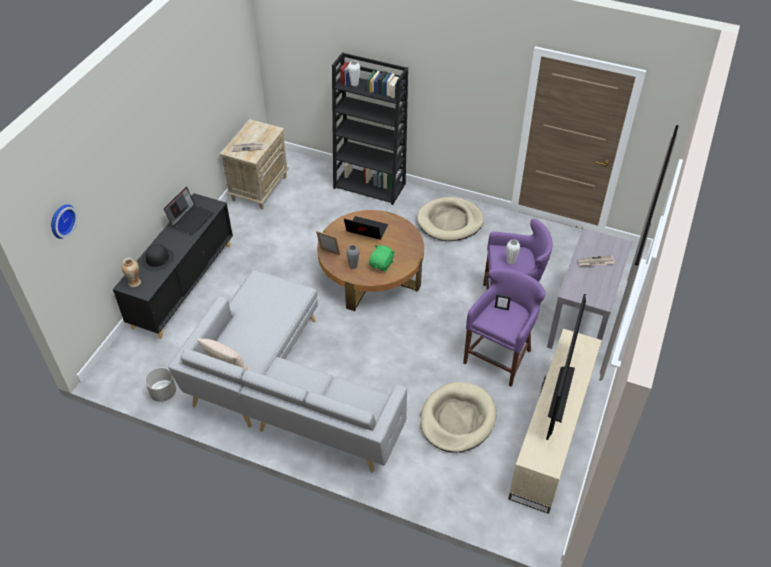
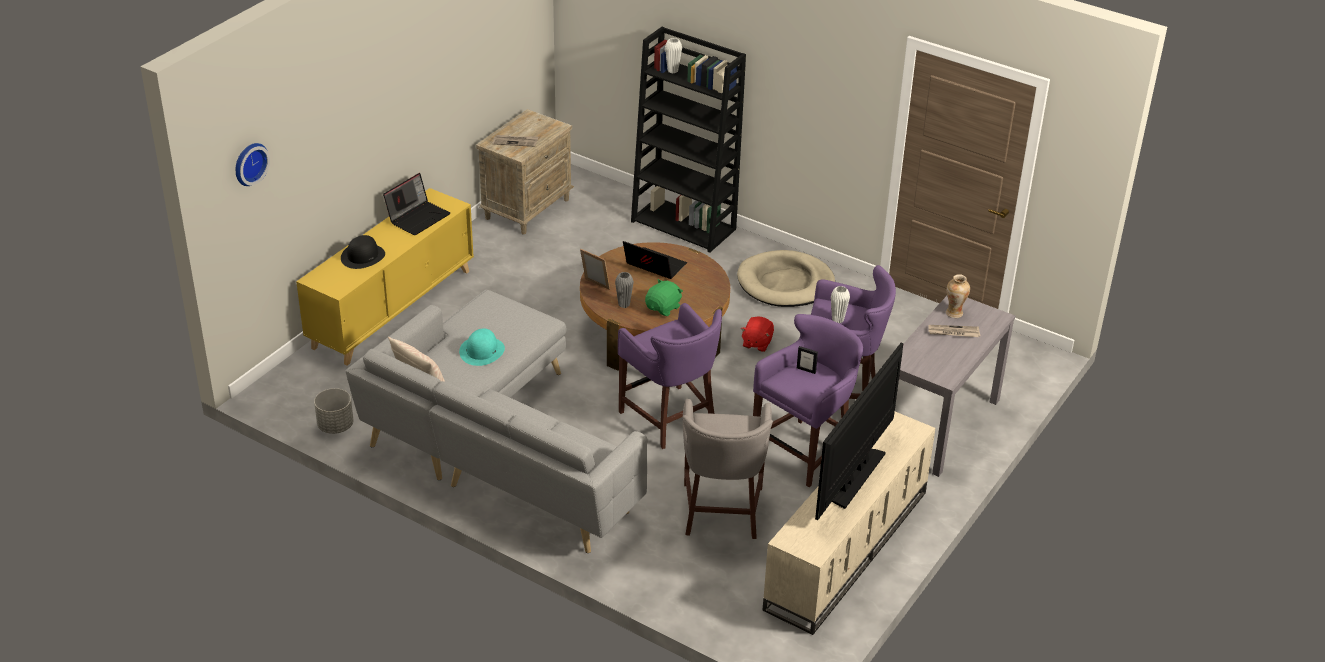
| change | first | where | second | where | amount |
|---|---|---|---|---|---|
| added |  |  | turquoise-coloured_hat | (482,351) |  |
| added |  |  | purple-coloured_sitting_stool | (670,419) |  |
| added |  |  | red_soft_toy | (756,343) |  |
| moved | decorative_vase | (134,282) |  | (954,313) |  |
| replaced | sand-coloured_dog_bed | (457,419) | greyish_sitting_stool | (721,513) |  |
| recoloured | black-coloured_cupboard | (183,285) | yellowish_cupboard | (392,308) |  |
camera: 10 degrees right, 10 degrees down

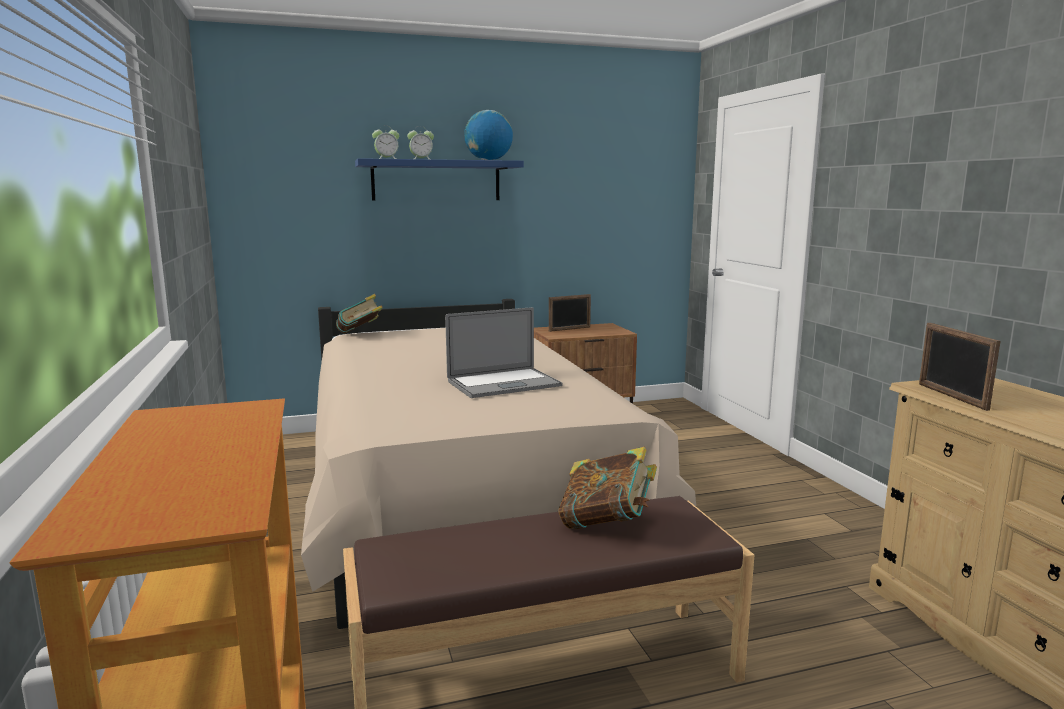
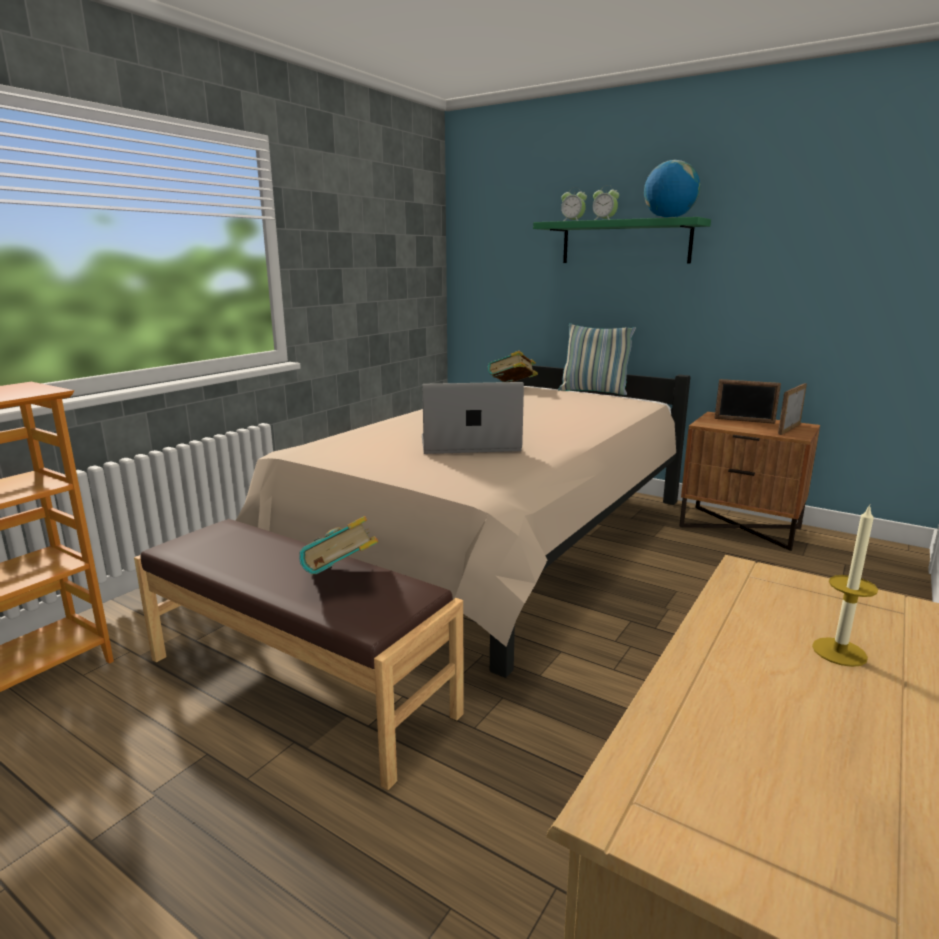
| change | first | where | second | where | amount |
|---|---|---|---|---|---|
| added |  |  | pillow | (593,392) |  |
| added |  |  | wax_light | (839,652) |  |
| moved | photo_frame | (951,396) |  | (789,429) |  |
| recoloured | bluish_wall_shelf | (436,181) | green_wall_shelf | (625,242) |  |
| turned | notebook_computer | (503,384) |  | (469,444) | 150 degrees clockwise |
camera: 50 degrees right, 5 degrees up

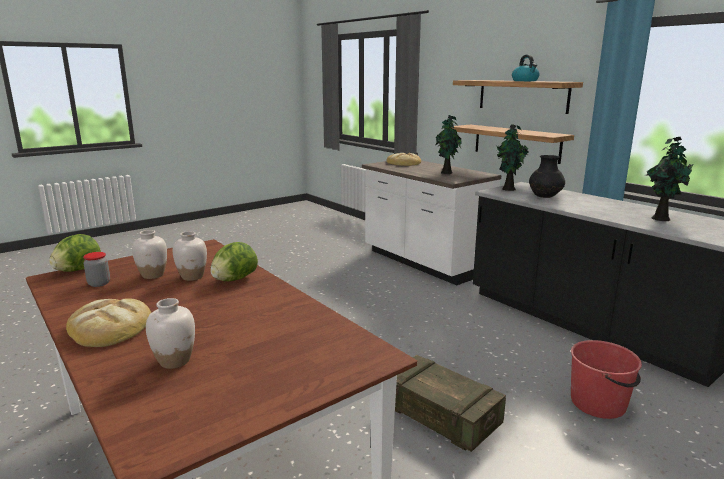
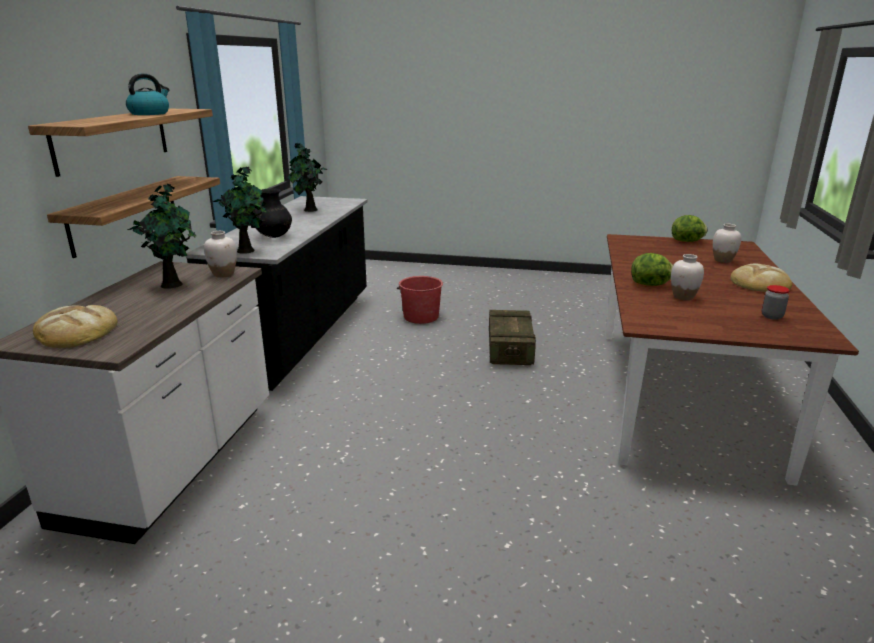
| change | first | where | second | where | amount |
|---|---|---|---|---|---|
| moved | head_of_lettuce | (78,270) |  | (687,241) |  |
| moved | white_decorative_vase | (153,275) |  | (224,274) |  |
camera: 130 degrees left, 5 degrees up

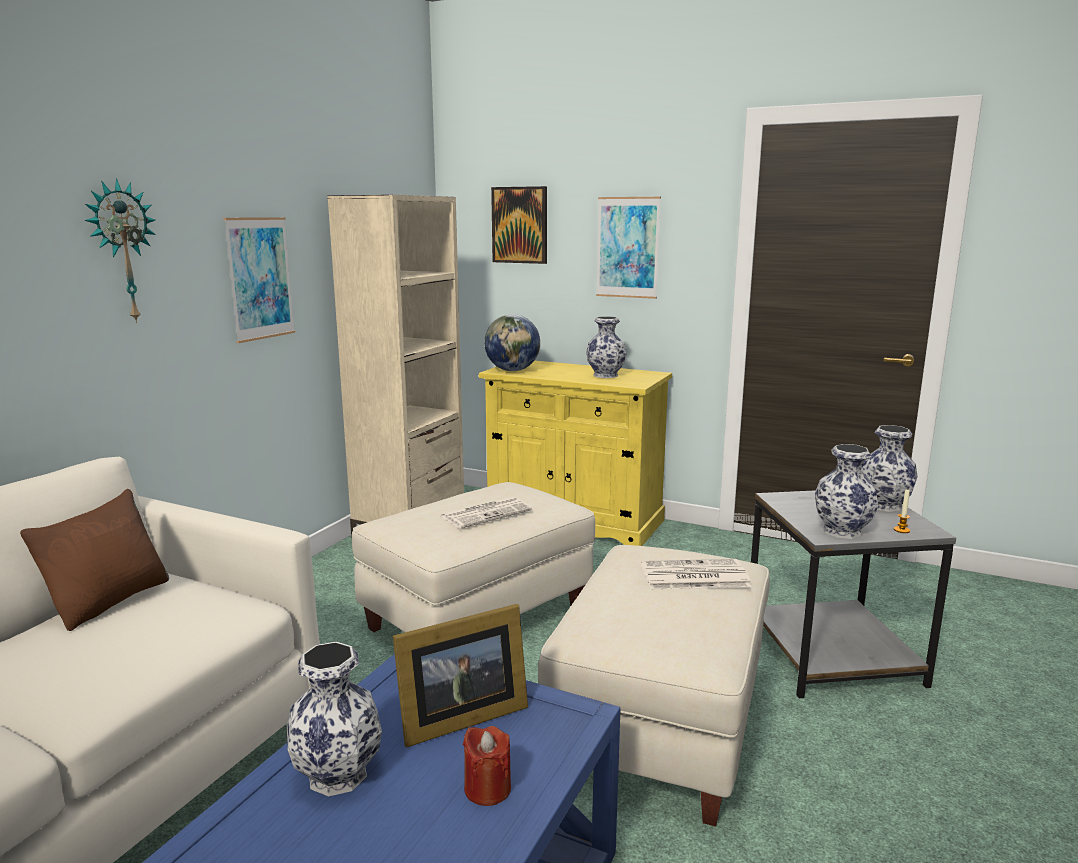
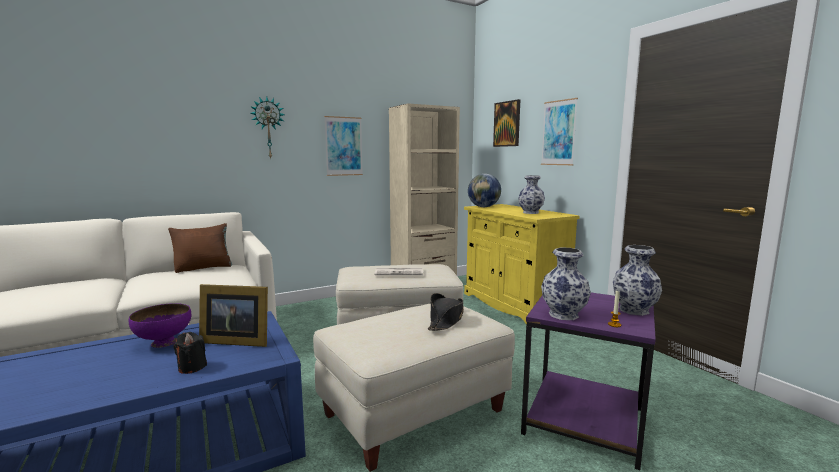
| change | first | where | second | where | amount |
|---|---|---|---|---|---|
| replaced | decorative_vase | (336,775) | purple-coloured_serving_bowl | (163,343) |  |
| replaced | printed_paper | (693,576) | black-coloured_hat | (446,320) |  |
| recoloured | red_wax_light | (487,789) | black-coloured_wax_light | (192,367) |  |
| recoloured | greyish_accent_table | (832,654) | purple-coloured_accent_table | (585,420) |  |
camera: 35 degrees right, 5 degrees down

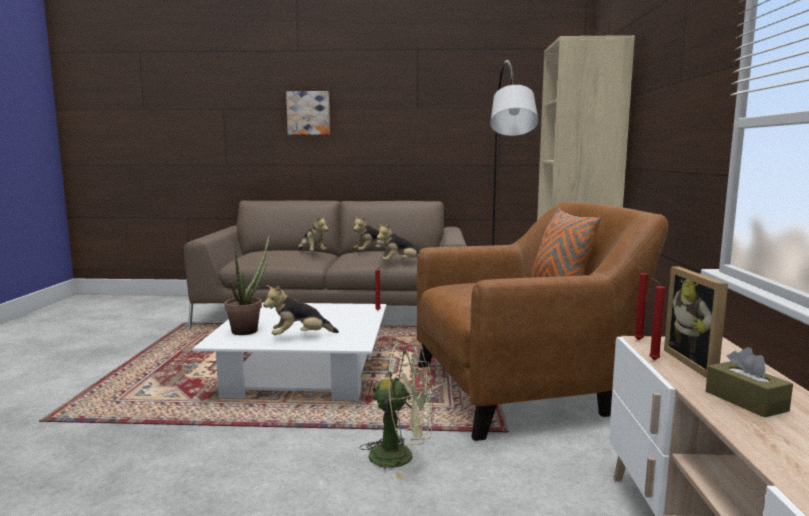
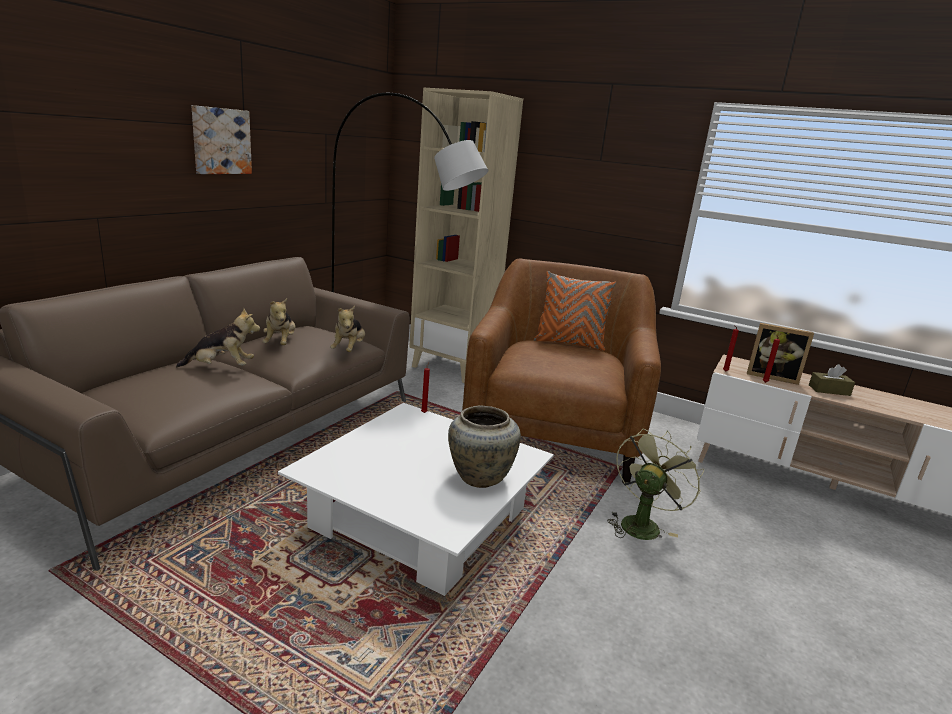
| change | first | where | second | where | amount |
|---|---|---|---|---|---|
| removed | houseplant | (248,329) |  |  |  |
| moved | wall_art | (308,113) |  | (220,141) |  |
| replaced | soft_toy | (300,337) | sand-coloured_decorative_vase | (479,476) |  |
camera: 65 degrees left, 10 degrees up

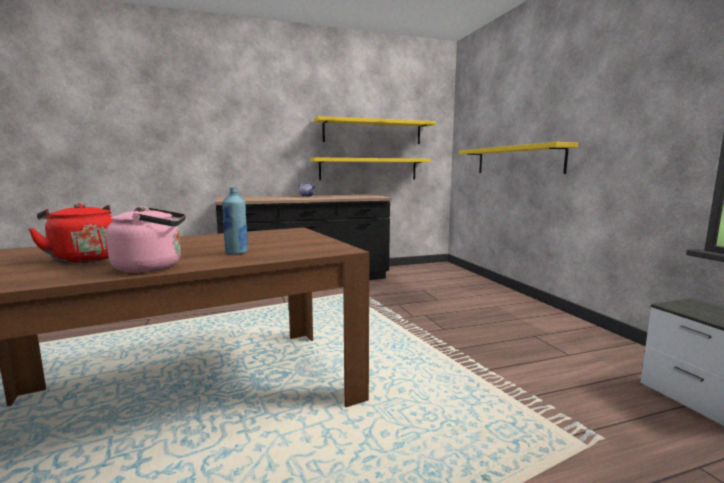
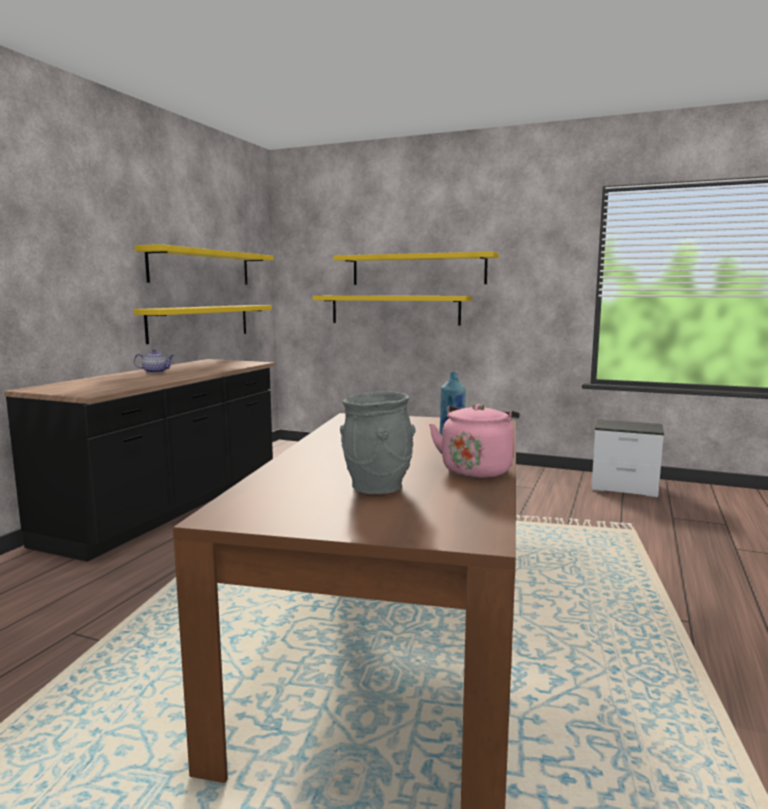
| change | first | where | second | where | amount |
|---|---|---|---|---|---|
| added |  |  | yellowish_wall_shelf | (418,269) |  |
| replaced | red_tea_kettle | (84,259) | greyish_decorative_vase | (378,487) |  |
camera: 50 degrees left, 0 degrees up

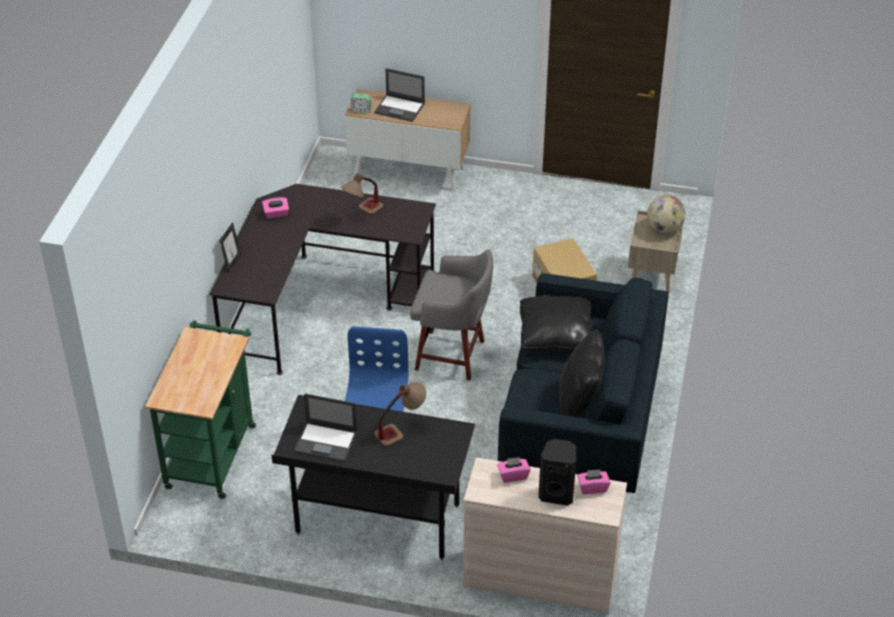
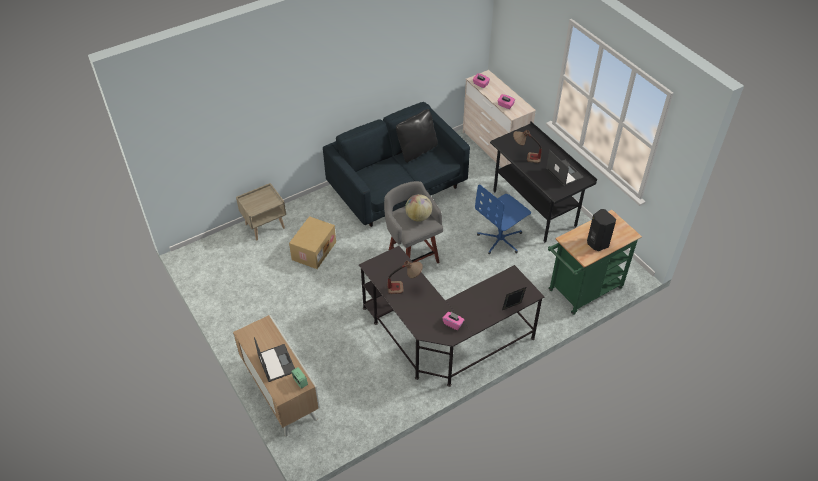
| change | first | where | second | where | amount |
|---|---|---|---|---|---|
| removed | black-coloured_pillow | (555,334) |  |  |  |
| moved | black-coloured_loudspeaker | (557,493) |  | (597,244) |  |
| moved | world_globe | (664,228) |  | (418,217) |  |
camera: 135 degrees left, 5 degrees up

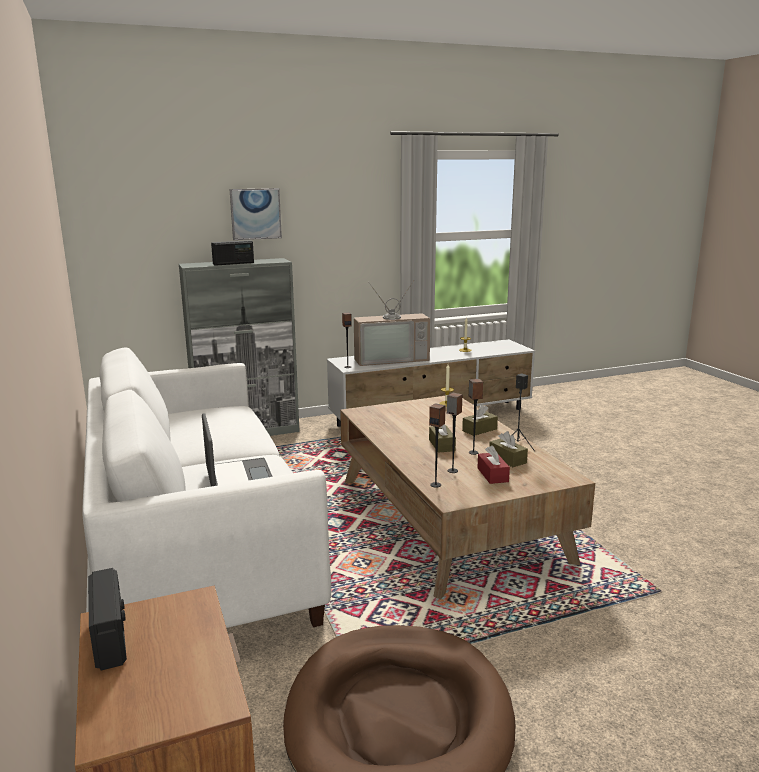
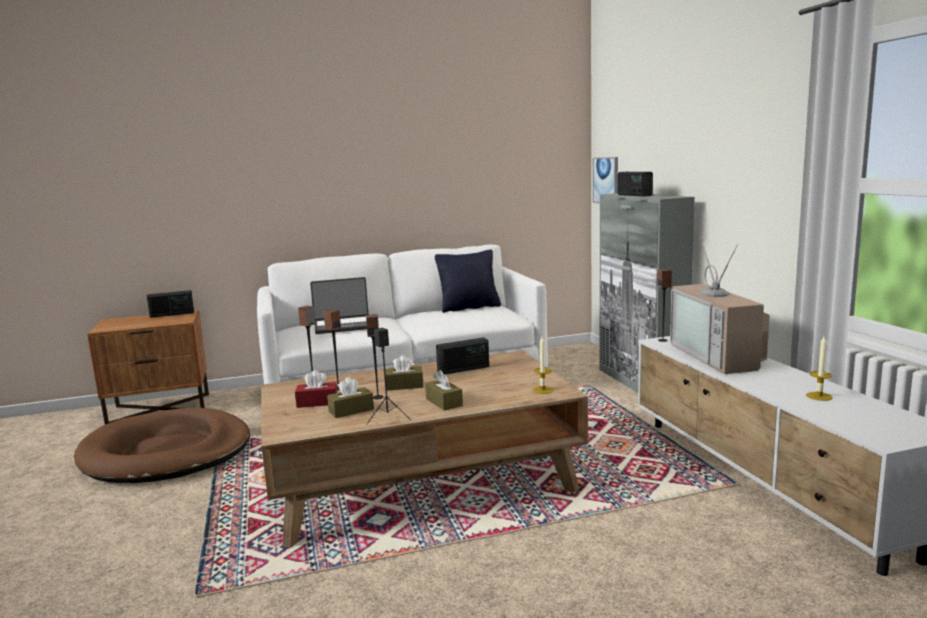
| change | first | where | second | where | amount |
|---|---|---|---|---|---|
| added |  |  | black-coloured_pillow | (469,308) |  |
| added |  |  | radio_set | (463,369) |  |
| moved | wall_art | (255,214) |  | (606,180) |  |
camera: 95 degrees right, 5 degrees down

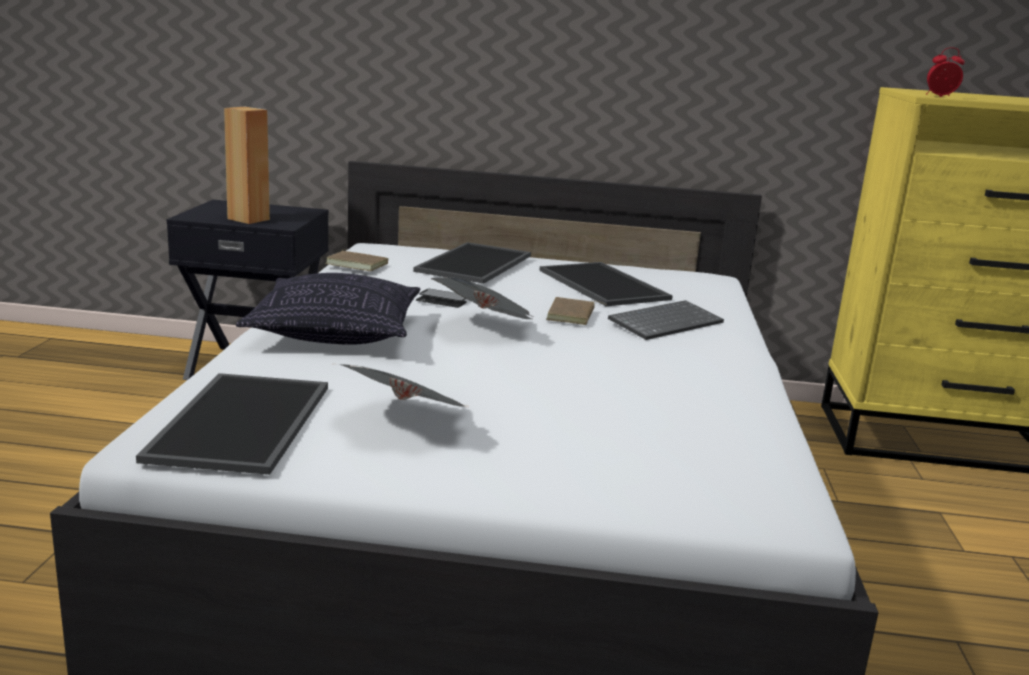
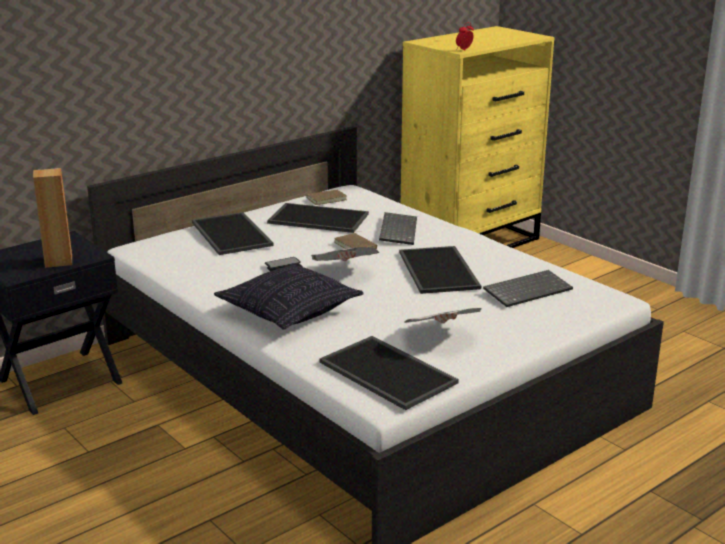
| change | first | where | second | where | amount |
|---|---|---|---|---|---|
| added |  |  | carrying_tray | (440,270) |  |
| added |  |  | PC_keyboard | (527,290) |  |
| moved | brown-coloured_bound_book | (358,264) |  | (326,199) |  |
camera: 45 degrees left, 5 degrees up

